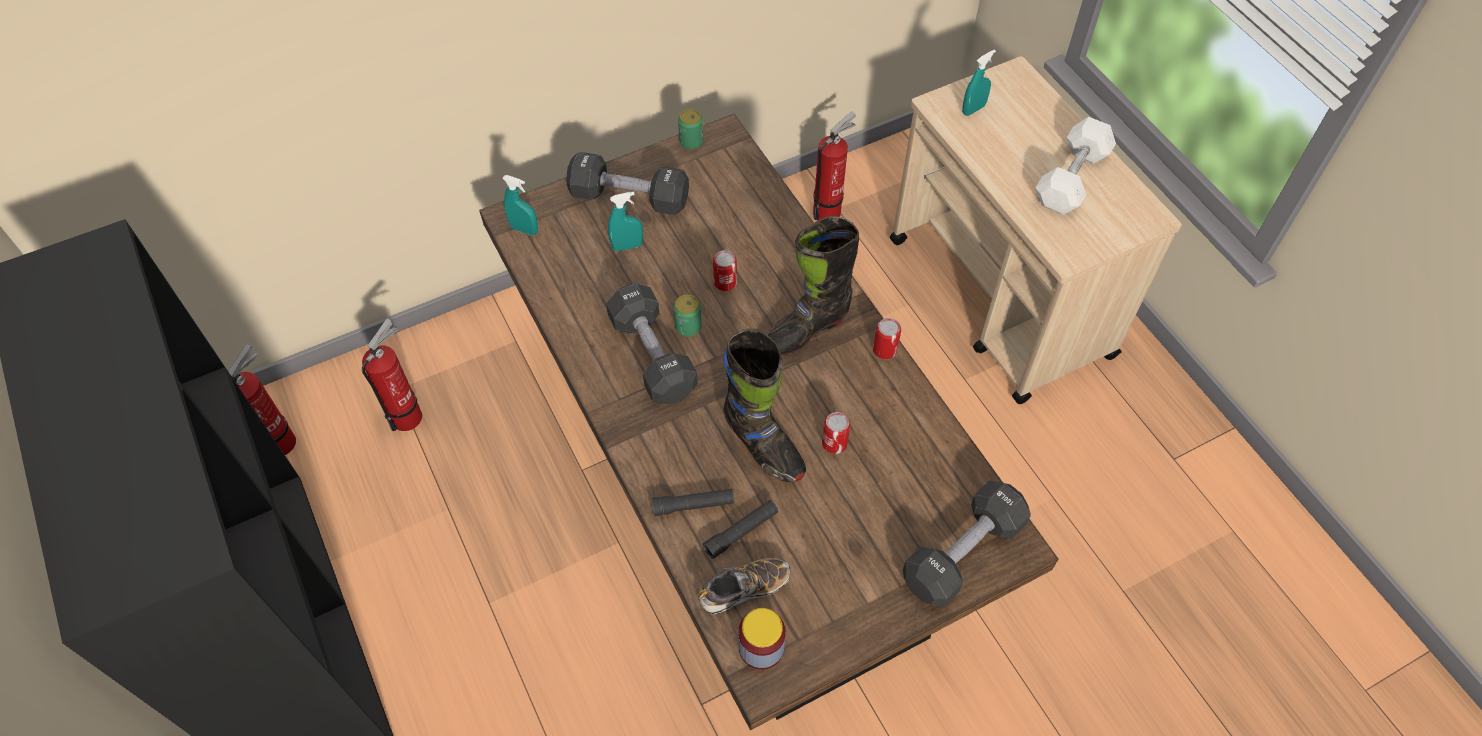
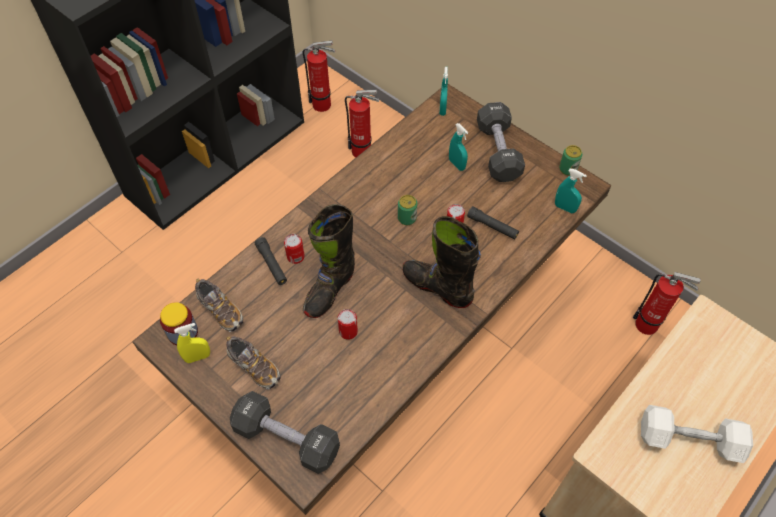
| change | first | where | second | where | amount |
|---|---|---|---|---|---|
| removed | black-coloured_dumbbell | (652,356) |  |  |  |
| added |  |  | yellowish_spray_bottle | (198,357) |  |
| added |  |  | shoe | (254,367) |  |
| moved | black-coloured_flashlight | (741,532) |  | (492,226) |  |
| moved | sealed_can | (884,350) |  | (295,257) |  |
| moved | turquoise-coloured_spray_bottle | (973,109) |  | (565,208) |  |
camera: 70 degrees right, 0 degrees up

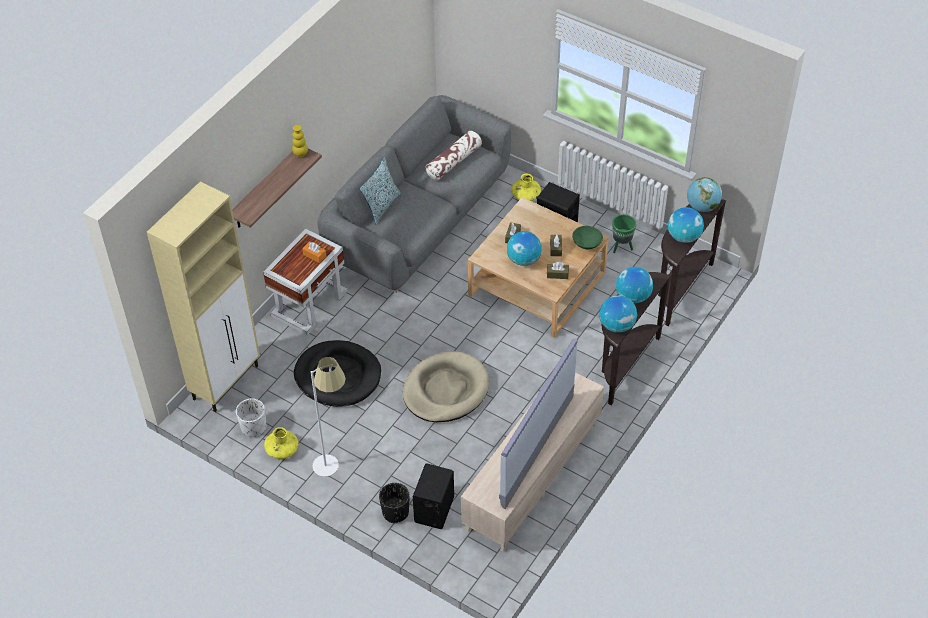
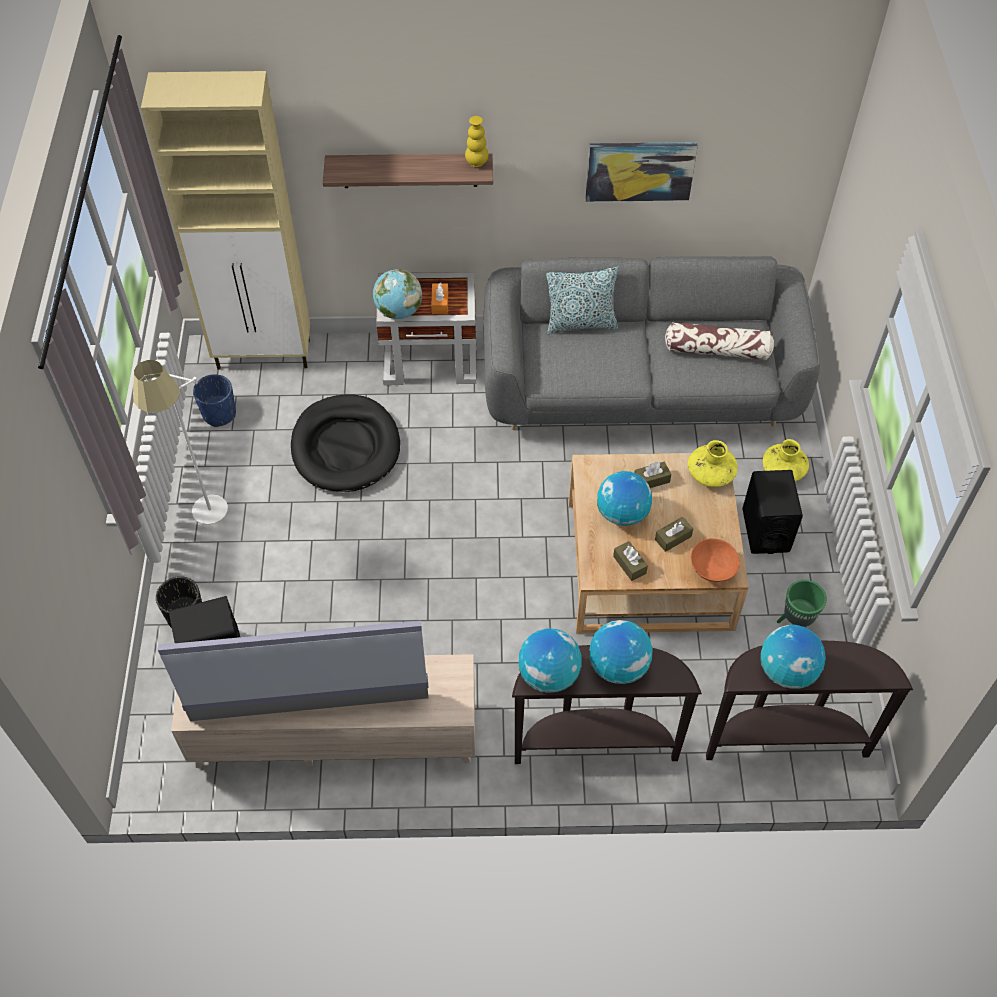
| change | first | where | second | where | amount |
|---|---|---|---|---|---|
| removed | sand-coloured_dog_bed | (445,390) |  |  |  |
| added |  |  | wall_art | (640,170) |  |
| moved | yellowish_decorative_vase | (282,449) |  | (711,473) |  |
| moved | world_globe | (702,207) |  | (398,311) |  |
| recoloured | white_flower_pot | (253,427) | bluish_flower_pot | (219,414) |  |
| recoloured | green_serving_bowl | (586,243) | orange-coloured_serving_bowl | (712,568) |  |
camera: 55 degrees right, 5 degrees up

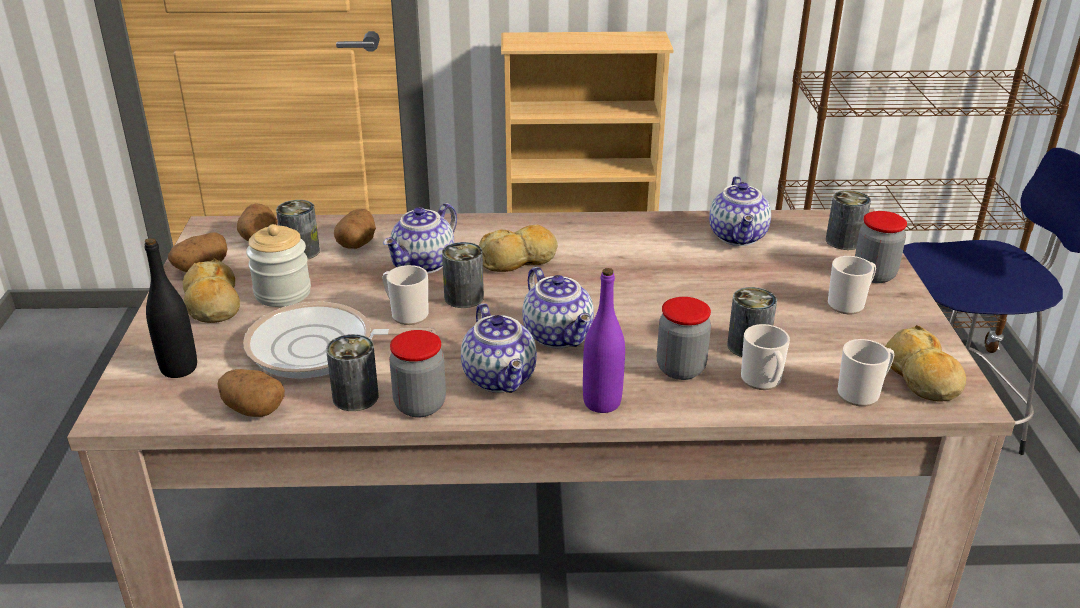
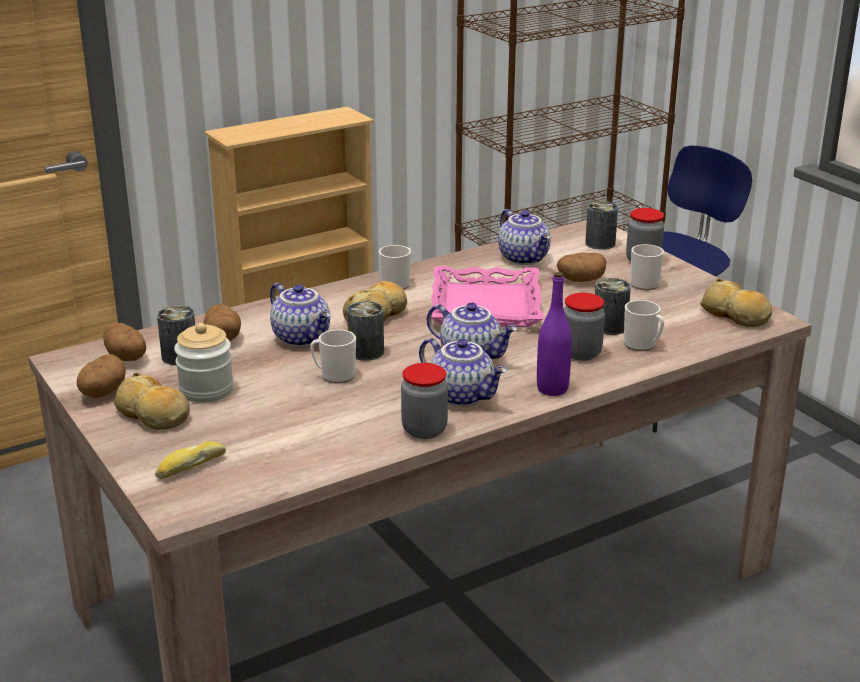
| change | first | where | second | where | amount |
|---|---|---|---|---|---|
| removed | skillet | (318,349) |  |  |  |
| removed | sealed_can | (355,397) |  |  |  |
| added |  |  | pink-coloured_carrying_tray | (484,306) |  |
| moved | whole_potato | (253,409) |  | (580,280) |  |
| moved | coffee_mug | (862,393) |  | (397,284) |  |
| replaced | black-coloured_bottle | (179,368) | bakery_bread | (190,466) |  |
| turned | teapot | (424,264) |  | (303,338) | 45 degrees counterclockwise |
camera: 30 degrees left, 5 degrees down

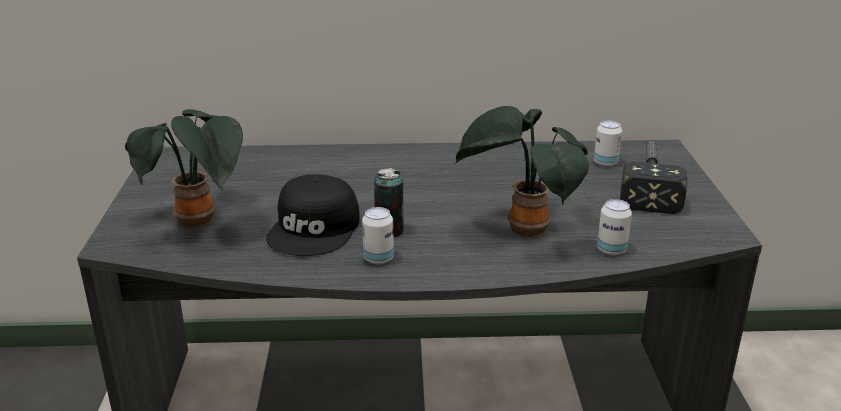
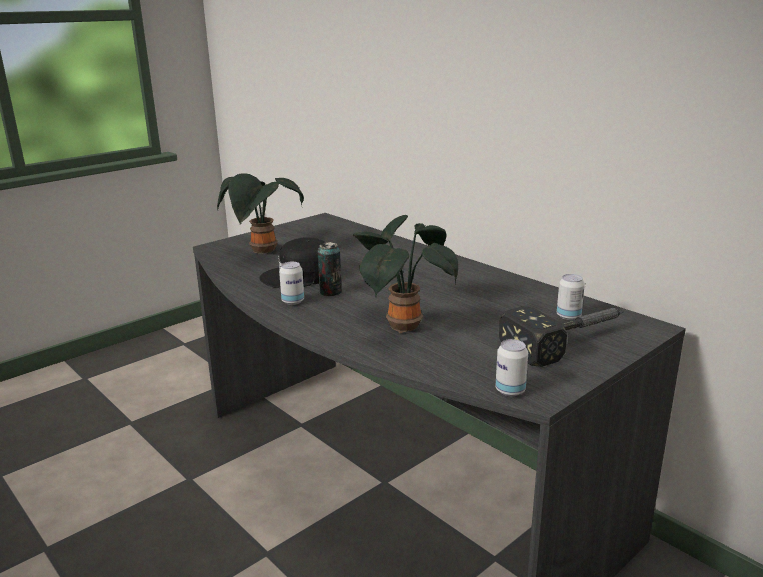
| change | first | where | second | where | amount |
|---|---|---|---|---|---|
| moved | sealed_can | (611,250) |  | (510,390) |  |
camera: 50 degrees right, 5 degrees down

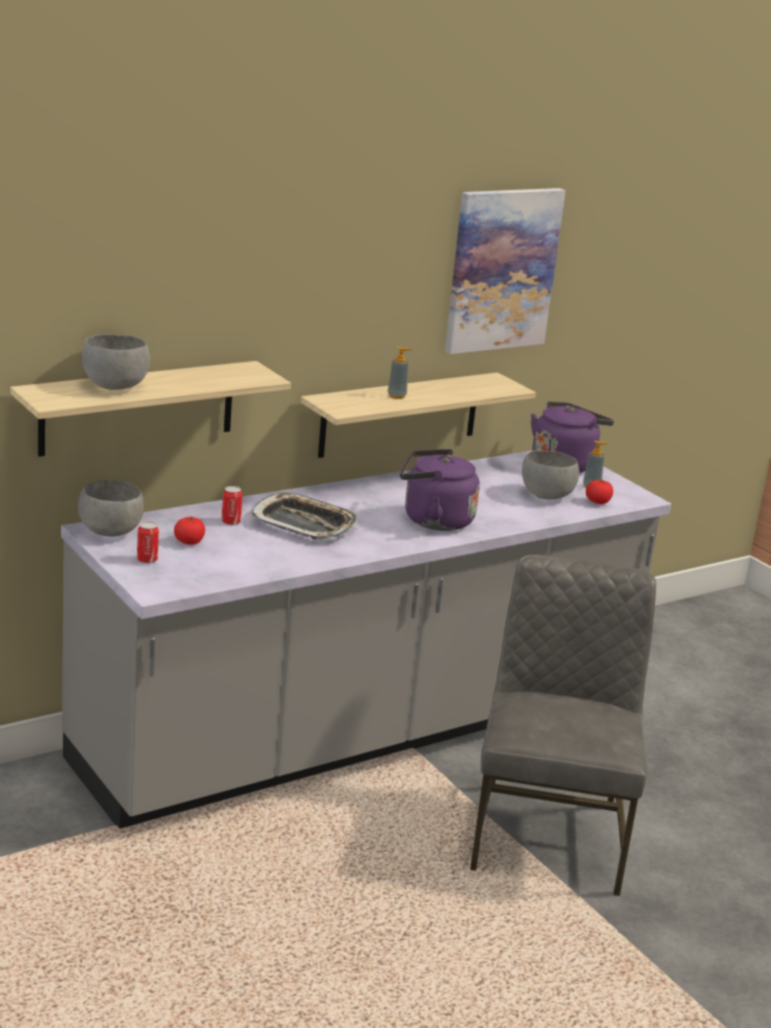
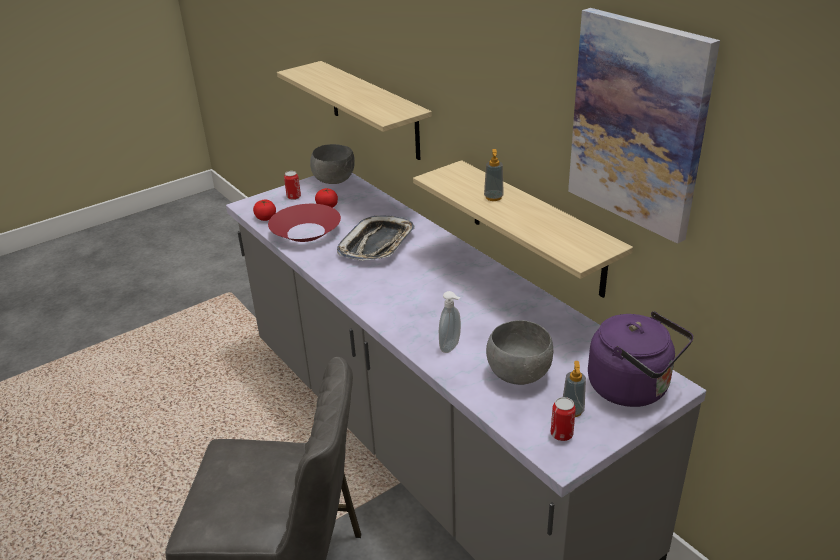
| change | first | where | second | where | amount |
|---|---|---|---|---|---|
| removed | greyish_serving_bowl | (113,386) |  |  |  |
| removed | purple-coloured_tea_kettle | (433,520) |  |  |  |
| added |  |  | red_serving_bowl | (305,232) |  |
| added |  |  | liquid_soap_bottle | (451,347) |  |
| moved | sealed_can | (231,522) |  | (561,434) |  |
| moved | tomato | (598,502) |  | (266,218) |  |
camera: 90 degrees right, 10 degrees up

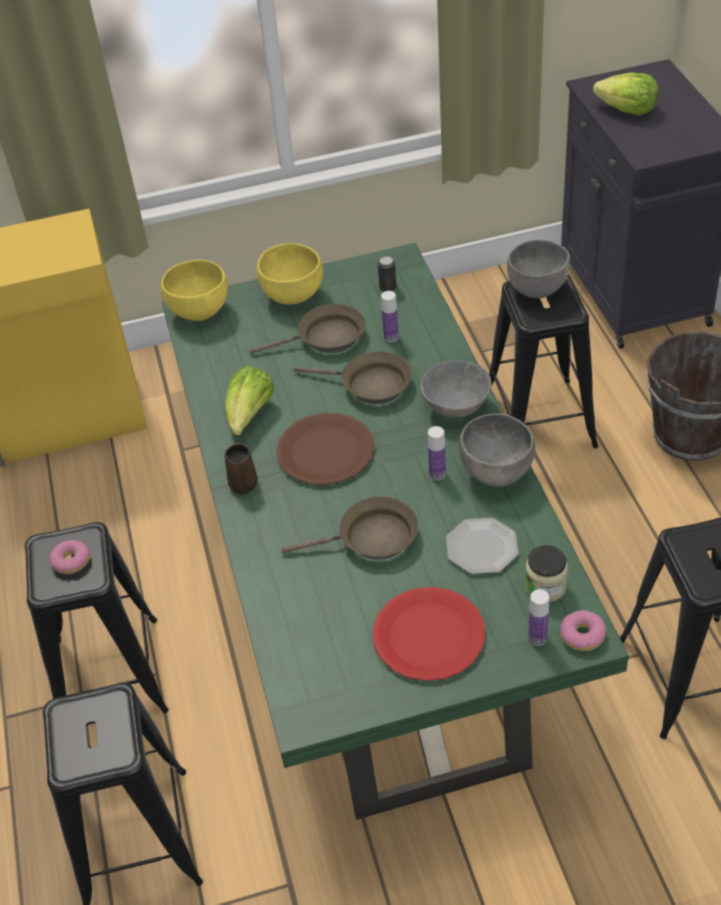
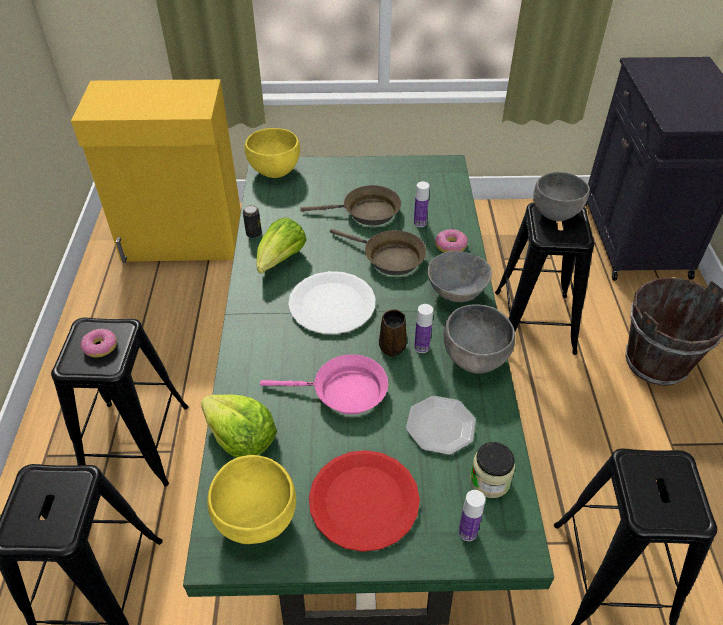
| change | first | where | second | where | amount |
|---|---|---|---|---|---|
| moved | brown-coloured_coffee_mug | (244,483) |  | (393,346) |  |
| moved | yellowish_serving_bowl | (292,295) |  | (255,519) |  |
| moved | sealed_can | (388,287) |  | (254,234) |  |
| moved | ring_doughnut | (582,635) |  | (450,246) |  |
| moved | head_of_lettuce | (627,109) |  | (241,438) |  |
| recoloured | brown-coloured_plate | (326,451) | white_plate | (332,304) |  |
| recoloured | brown-coloured_skillet | (371,539) | pink-coloured_skillet | (343,392) |  |
camera: 10 degrees right, 0 degrees up

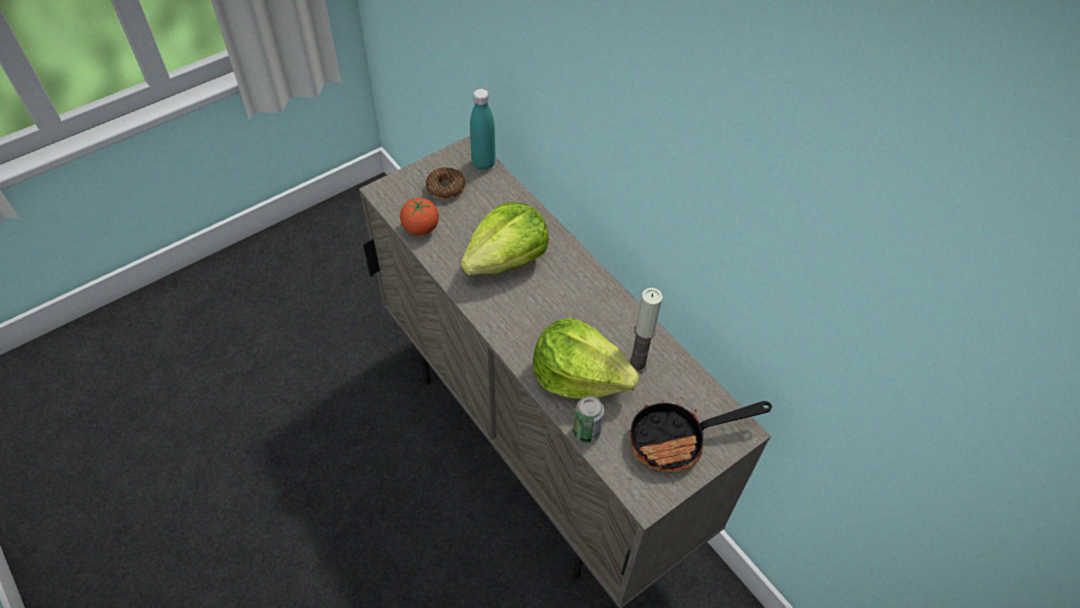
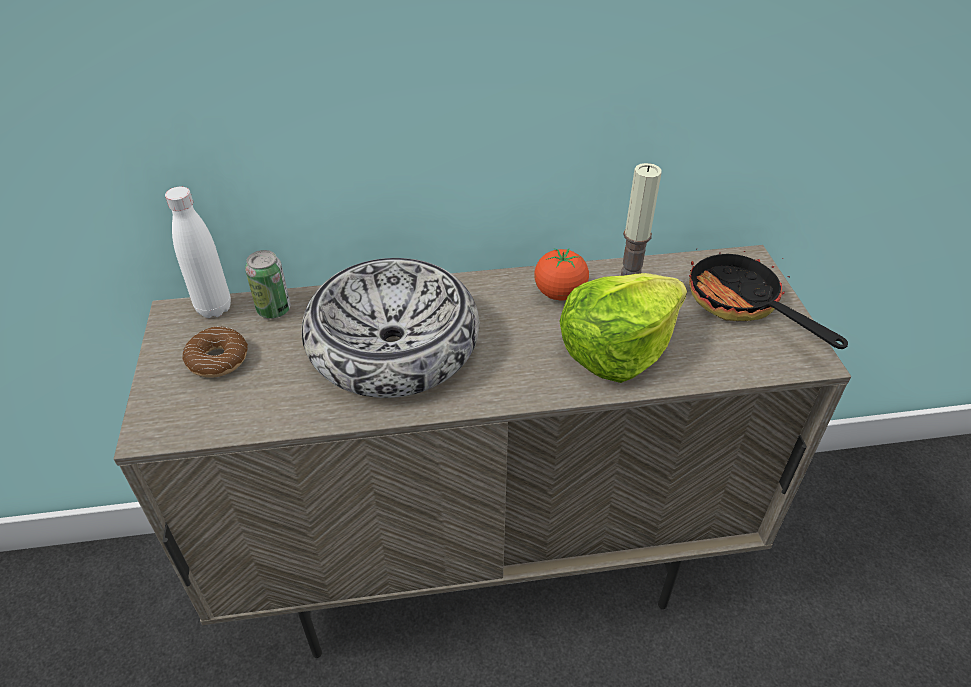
| change | first | where | second | where | amount |
|---|---|---|---|---|---|
| moved | tomato | (420,228) |  | (559,294) |  |
| moved | sealed_can | (586,432) |  | (274,310) |  |
| replaced | head_of_lettuce | (507,259) | serving_bowl | (393,345) |  |
| recoloured | turquoise-coloured_bottle | (483,163) | white_bottle | (214,308) |  |
| turned | skillet | (678,440) |  | (742,306) | 135 degrees clockwise |
camera: 60 degrees left, 10 degrees down

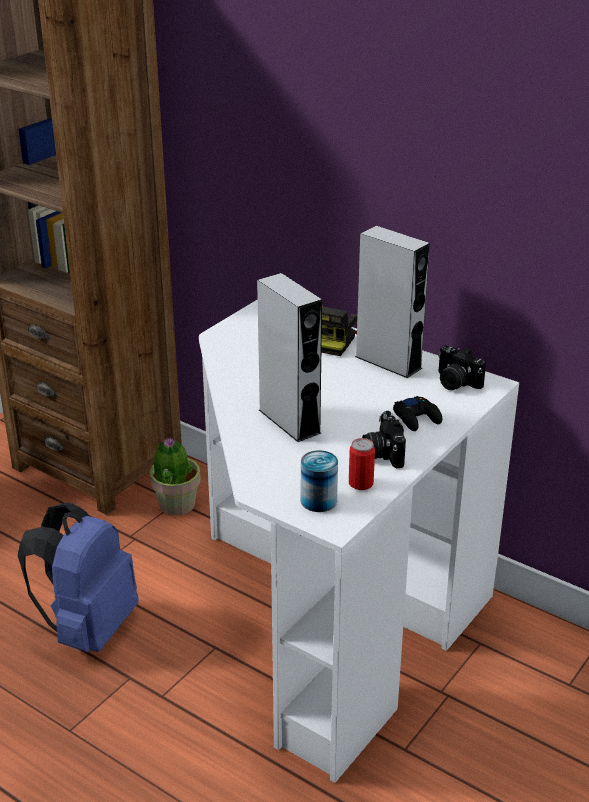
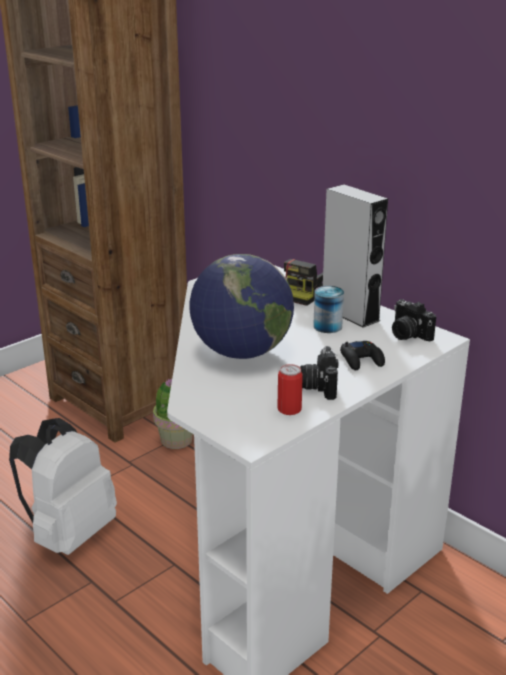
| change | first | where | second | where | amount |
|---|---|---|---|---|---|
| moved | sealed_can | (318,501) |  | (327,326) |  |
| replaced | greyish_loudspeaker | (289,421) | world_globe | (241,352) |  |
| recoloured | bluish_knapsack | (88,628) | white_knapsack | (69,534) |  |
camera: 10 degrees right, 5 degrees down

